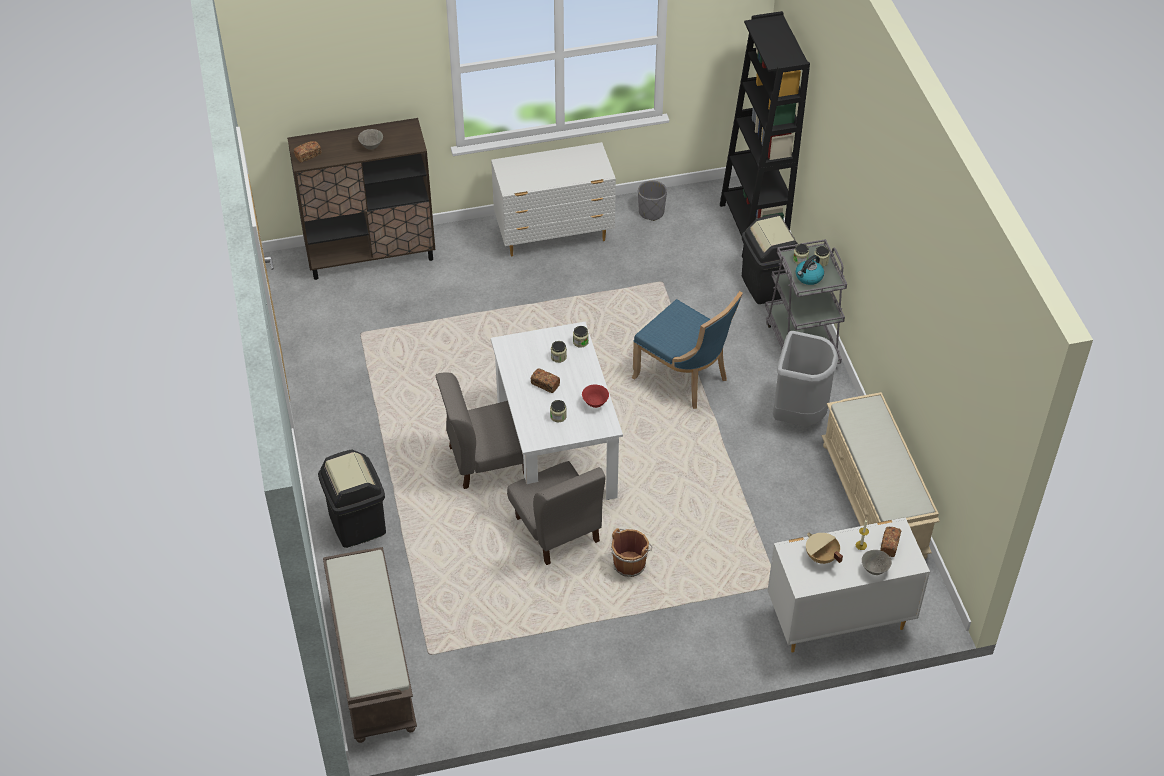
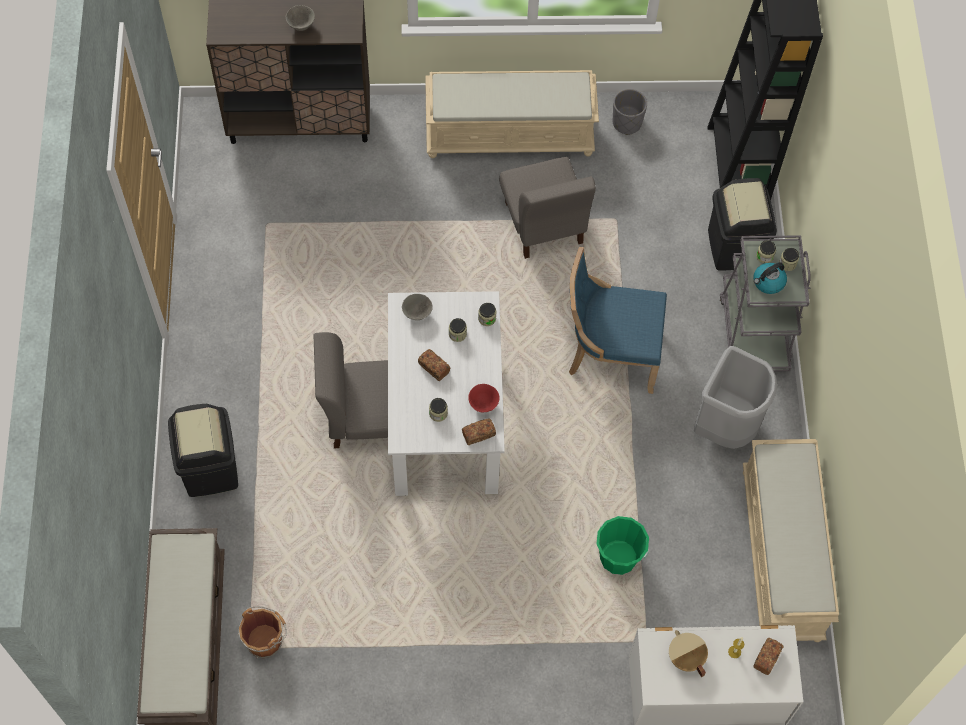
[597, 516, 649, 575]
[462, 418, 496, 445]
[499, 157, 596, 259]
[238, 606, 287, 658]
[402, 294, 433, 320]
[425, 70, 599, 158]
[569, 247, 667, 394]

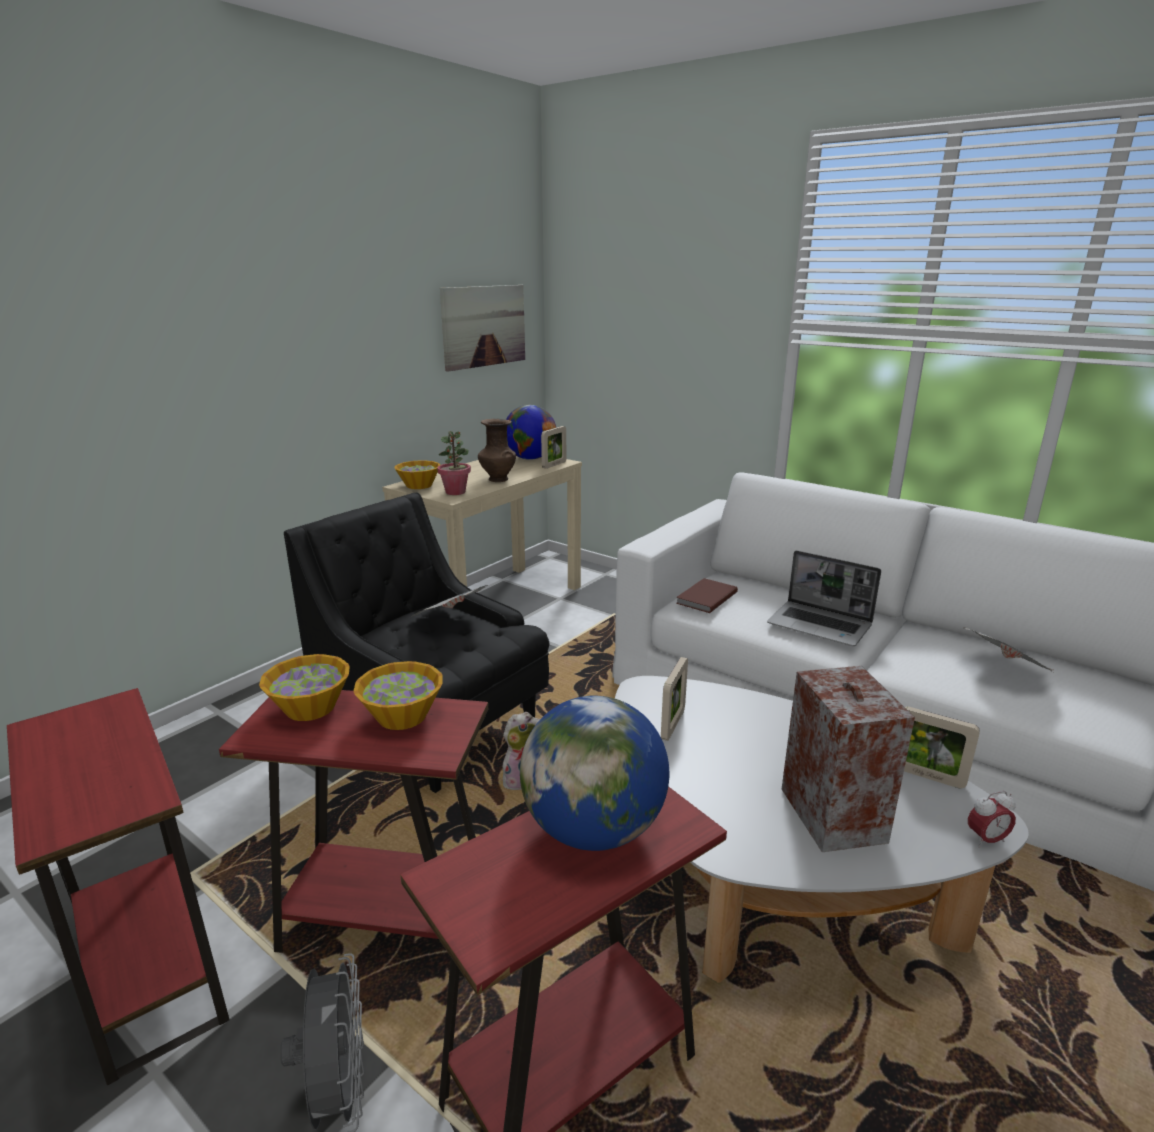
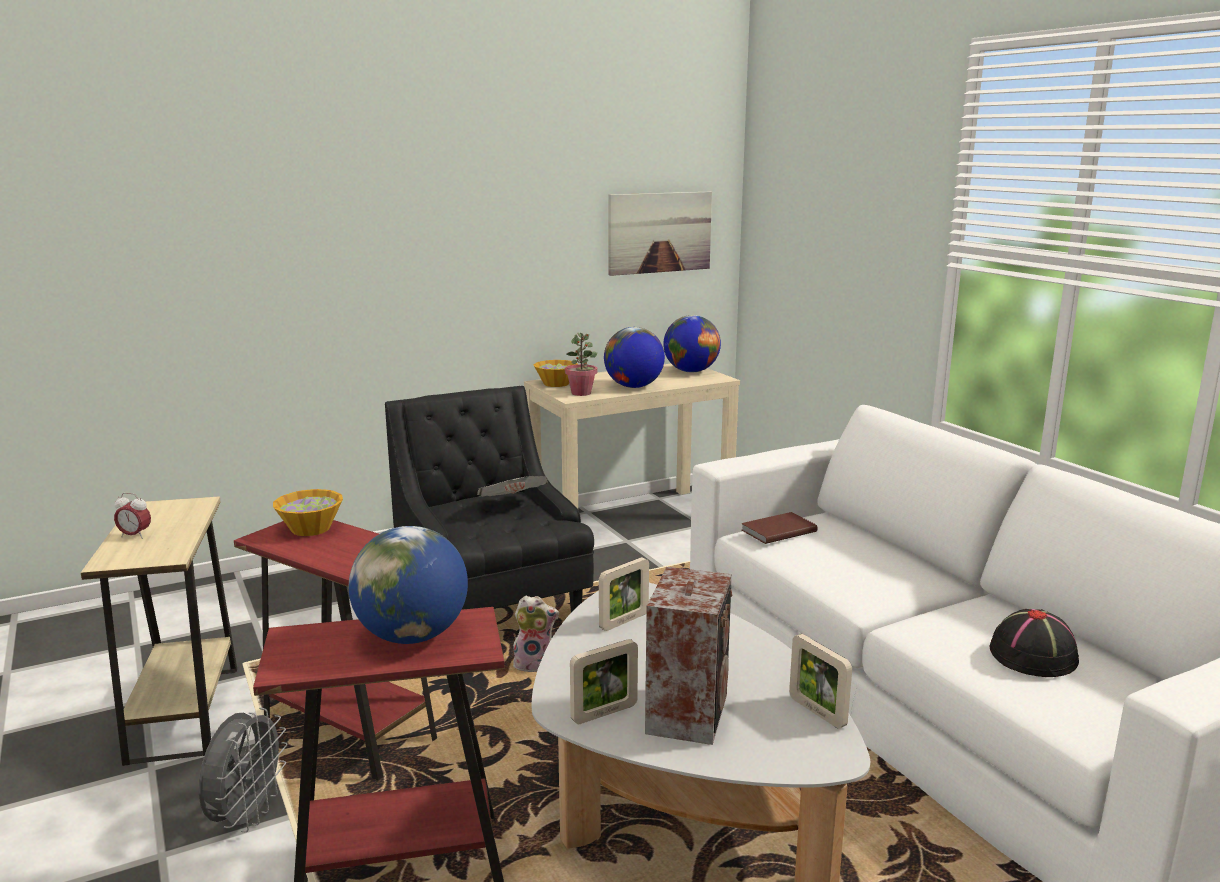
[354, 661, 443, 730] (first image)
[767, 550, 881, 646] (first image)
[570, 639, 638, 724]
[114, 493, 151, 539]
[604, 327, 665, 388]
[989, 609, 1079, 677]
[81, 497, 237, 766]

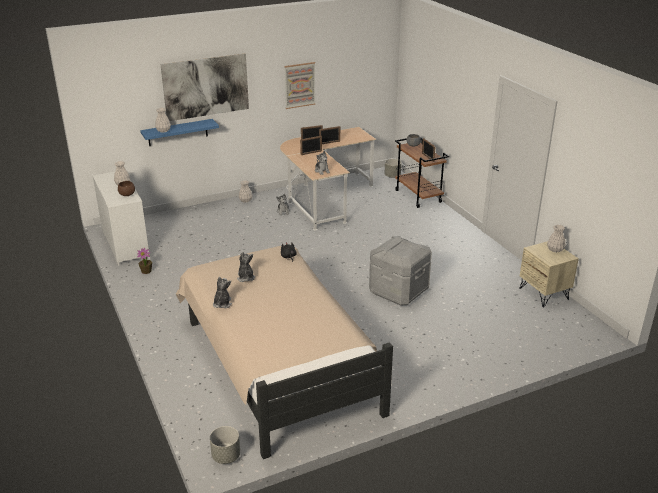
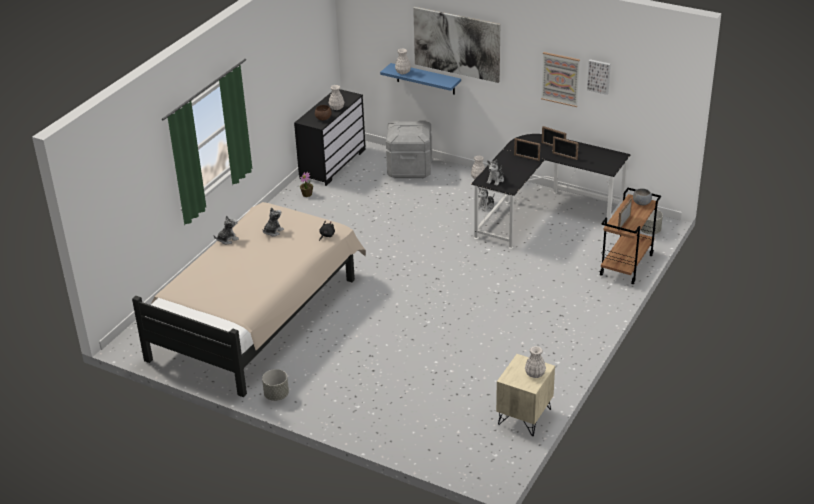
[587, 59, 611, 95]
[262, 369, 289, 401]
[386, 121, 432, 178]
[294, 89, 365, 186]
[471, 134, 631, 249]

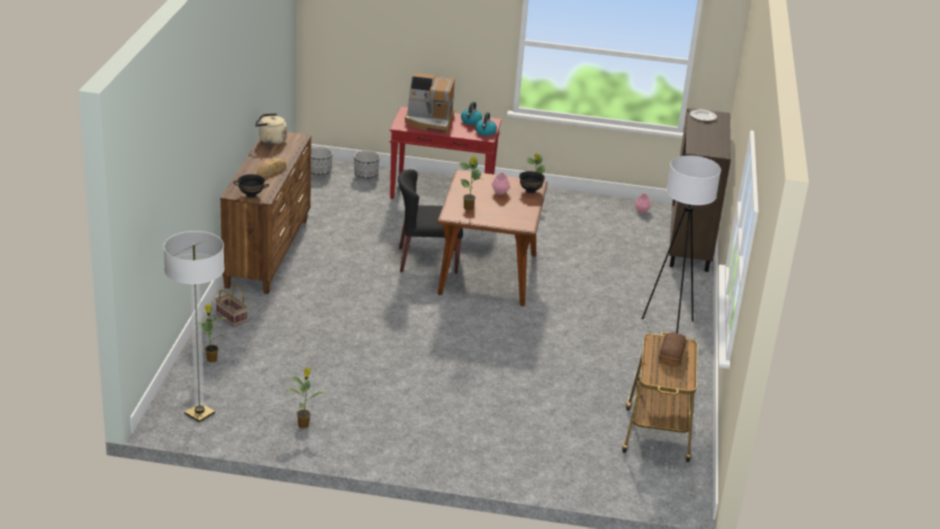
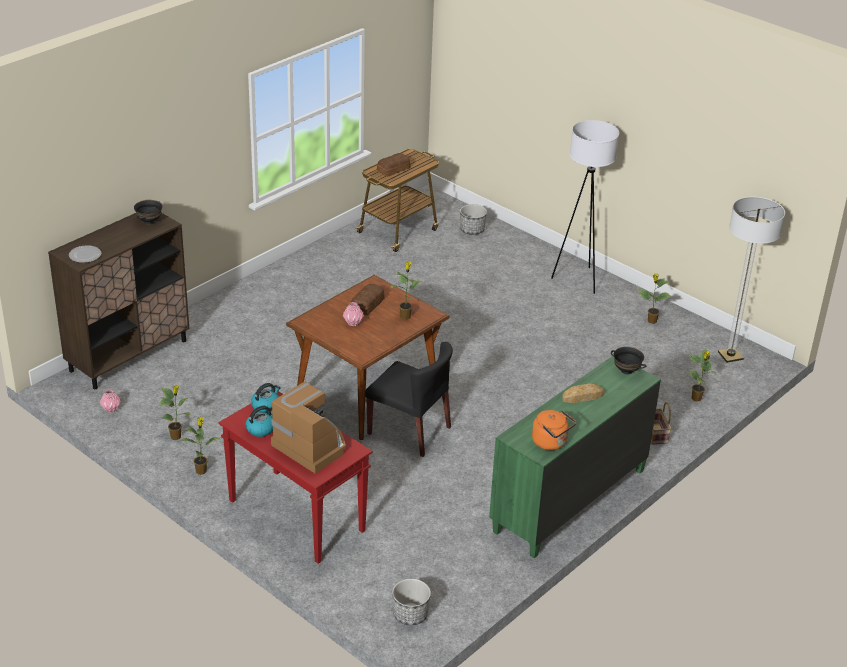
[159, 385, 190, 440]
[351, 284, 384, 315]
[460, 204, 487, 235]
[134, 200, 162, 225]
[551, 120, 619, 294]
[489, 356, 661, 558]
[532, 410, 576, 450]

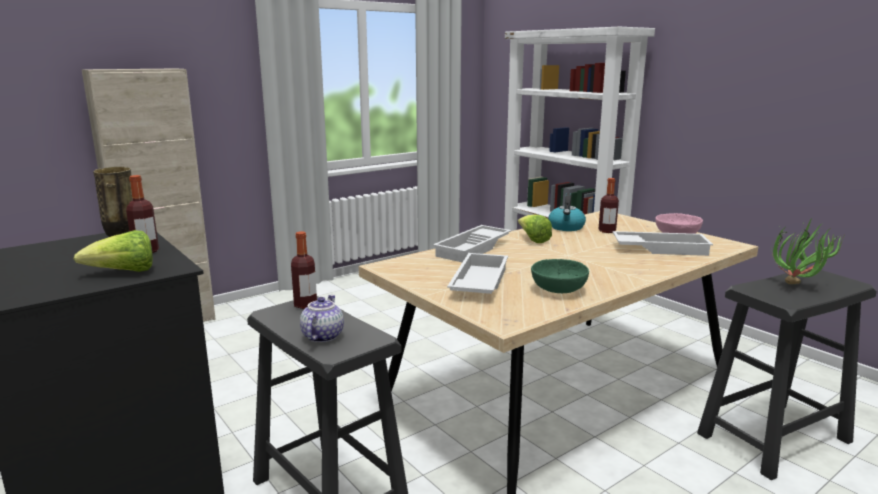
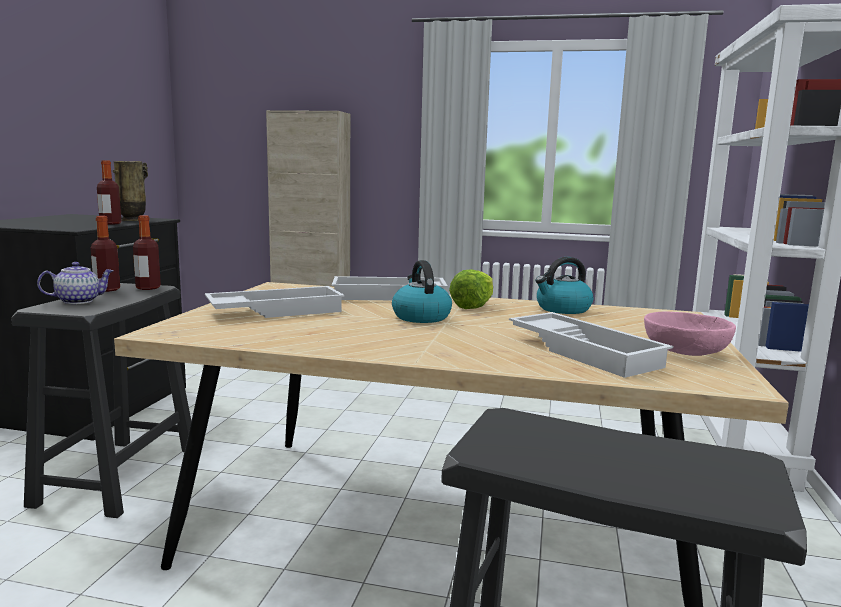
[74, 230, 153, 272] (first image)
[531, 259, 589, 293] (first image)
[772, 217, 843, 284] (first image)
[392, 260, 452, 323]
[91, 216, 120, 292]

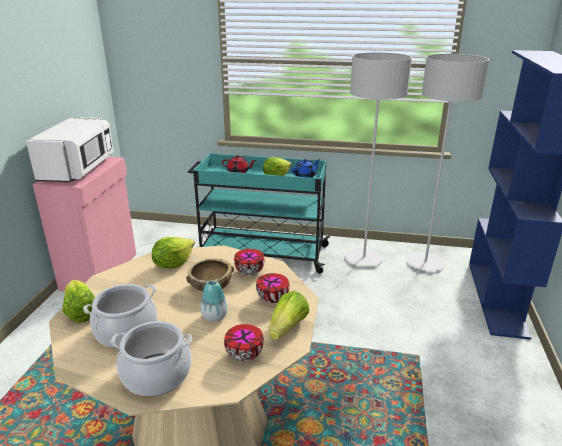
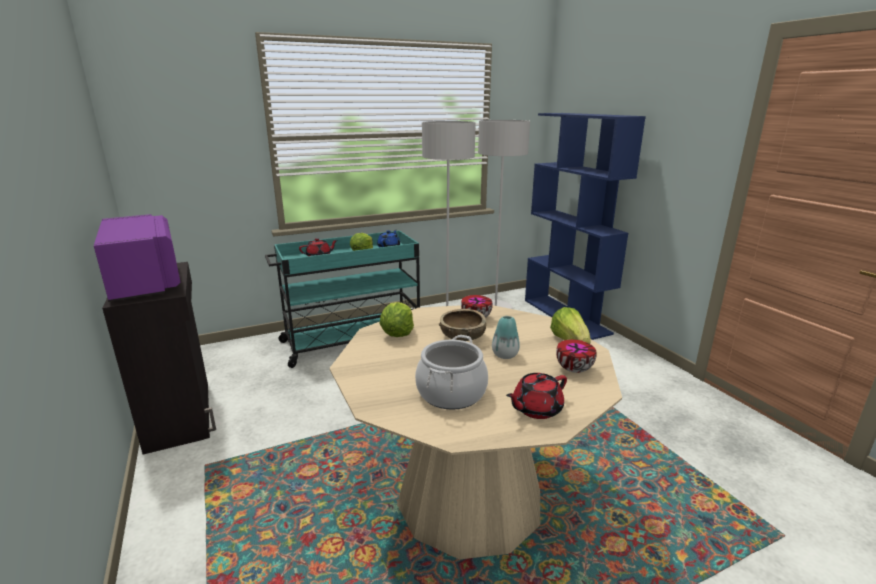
[63, 280, 95, 323] (first image)
[256, 273, 289, 303] (first image)
[506, 373, 567, 419]
[94, 214, 180, 302]
[102, 262, 216, 455]

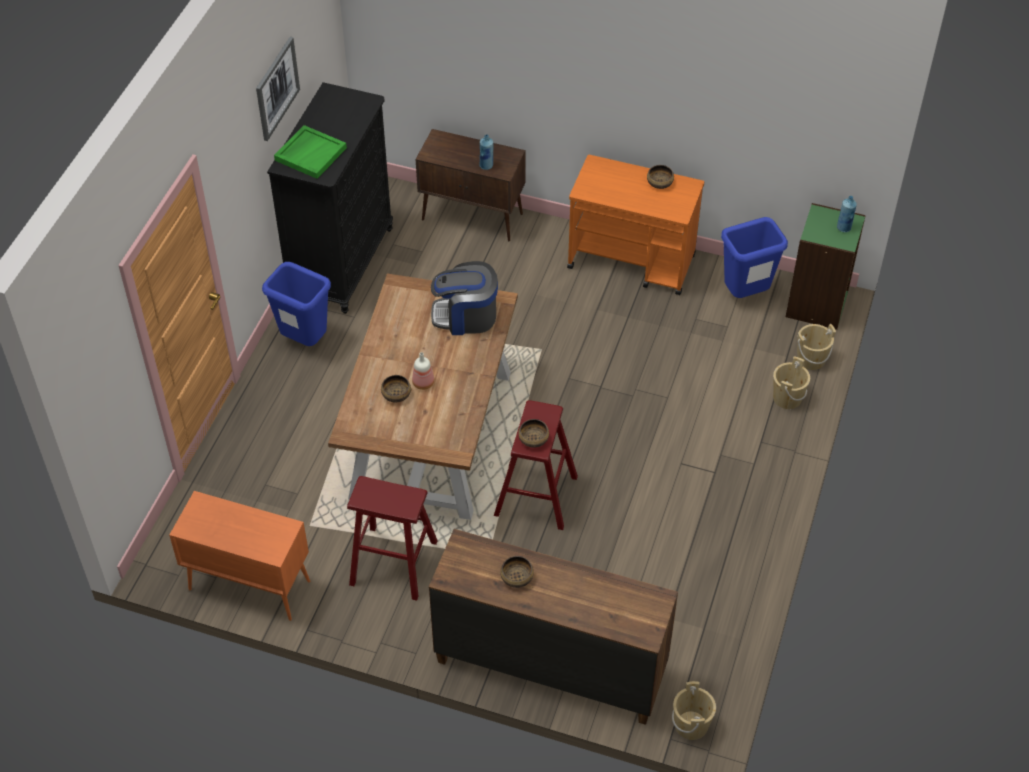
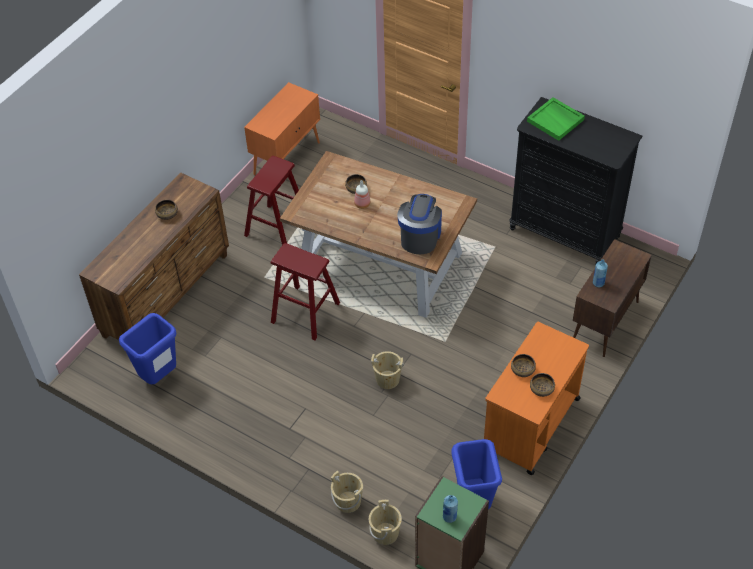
[256, 37, 300, 141] (first image)
[119, 313, 176, 384]
[511, 354, 536, 377]
[371, 351, 404, 389]

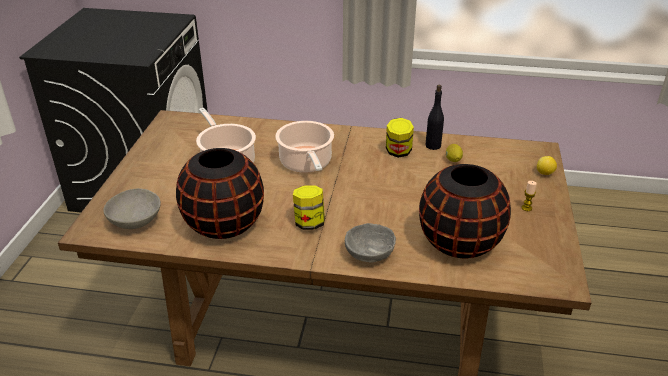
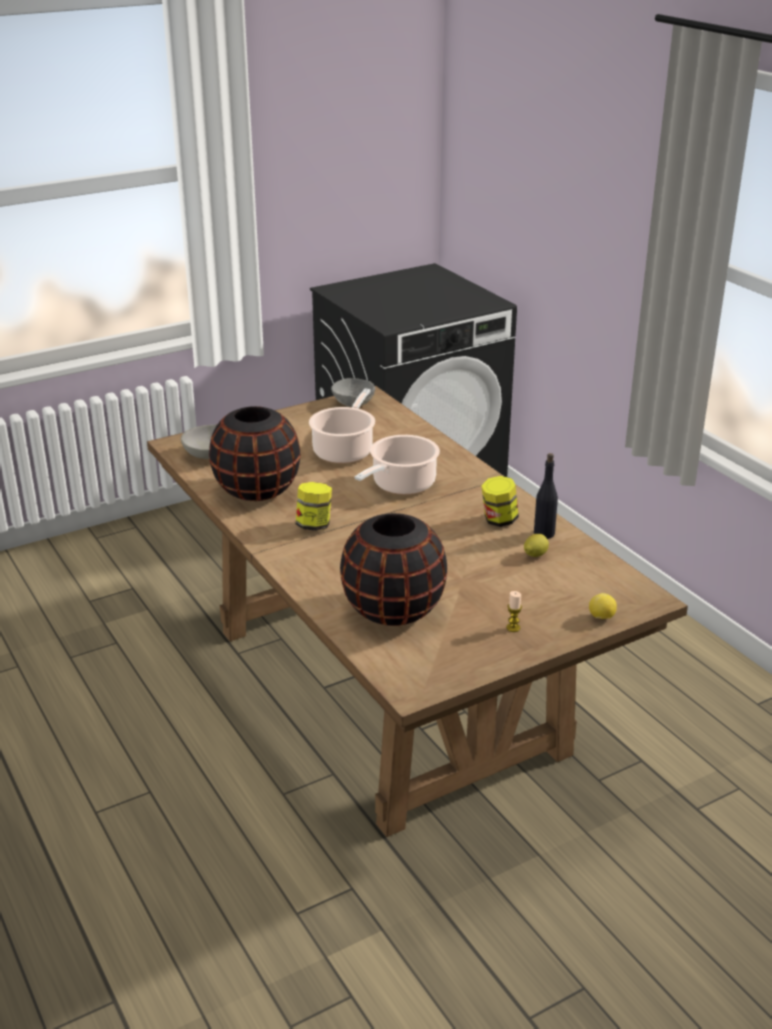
[331, 378, 375, 407]

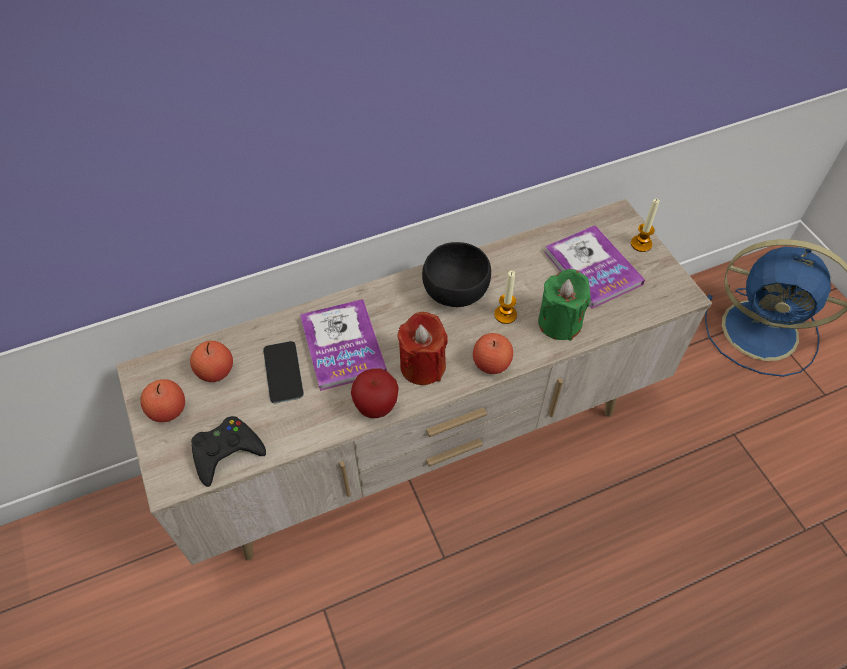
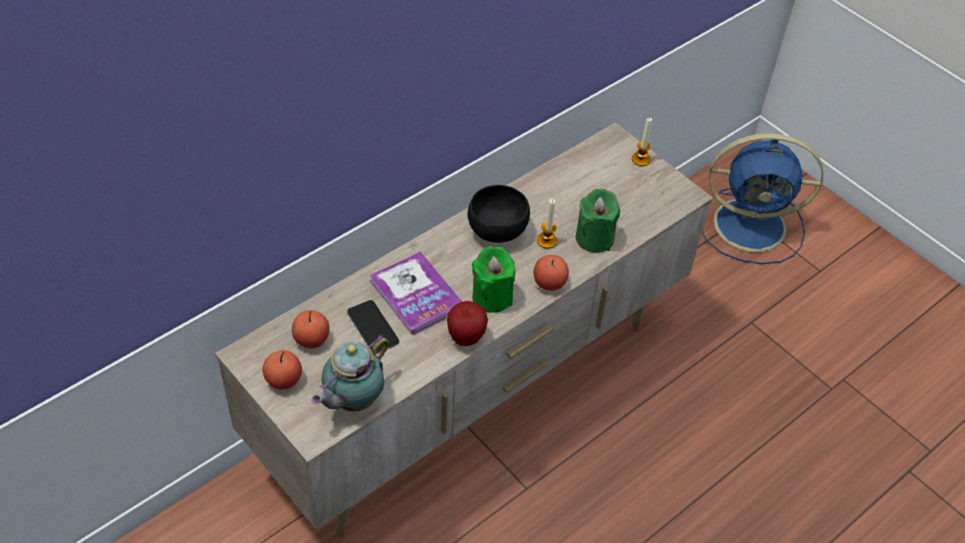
[544, 225, 645, 309] (first image)
[311, 334, 389, 412]
[472, 246, 515, 313]

